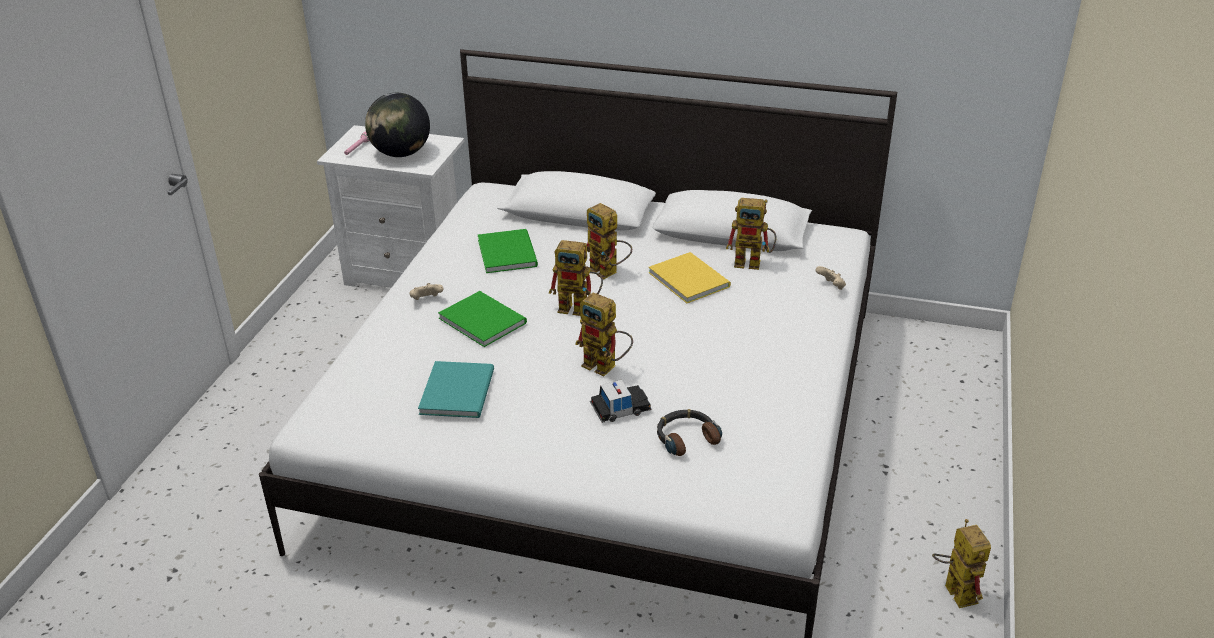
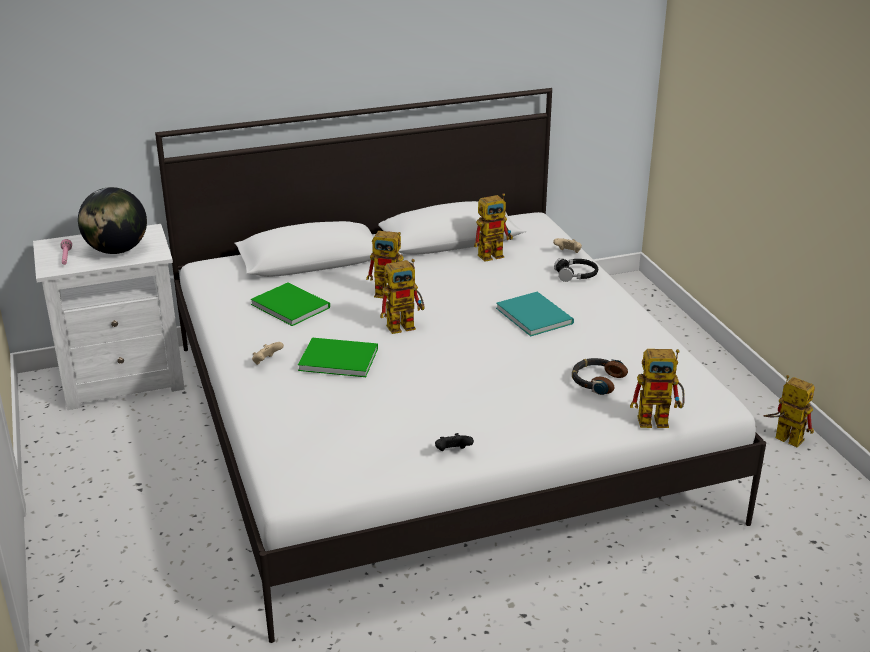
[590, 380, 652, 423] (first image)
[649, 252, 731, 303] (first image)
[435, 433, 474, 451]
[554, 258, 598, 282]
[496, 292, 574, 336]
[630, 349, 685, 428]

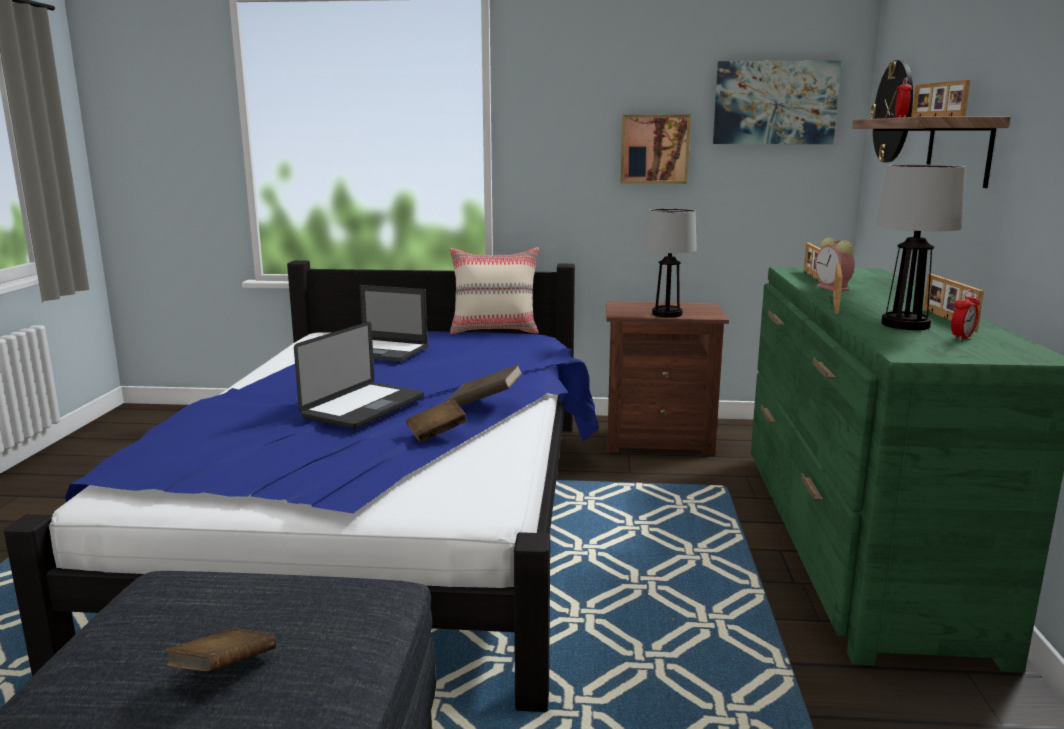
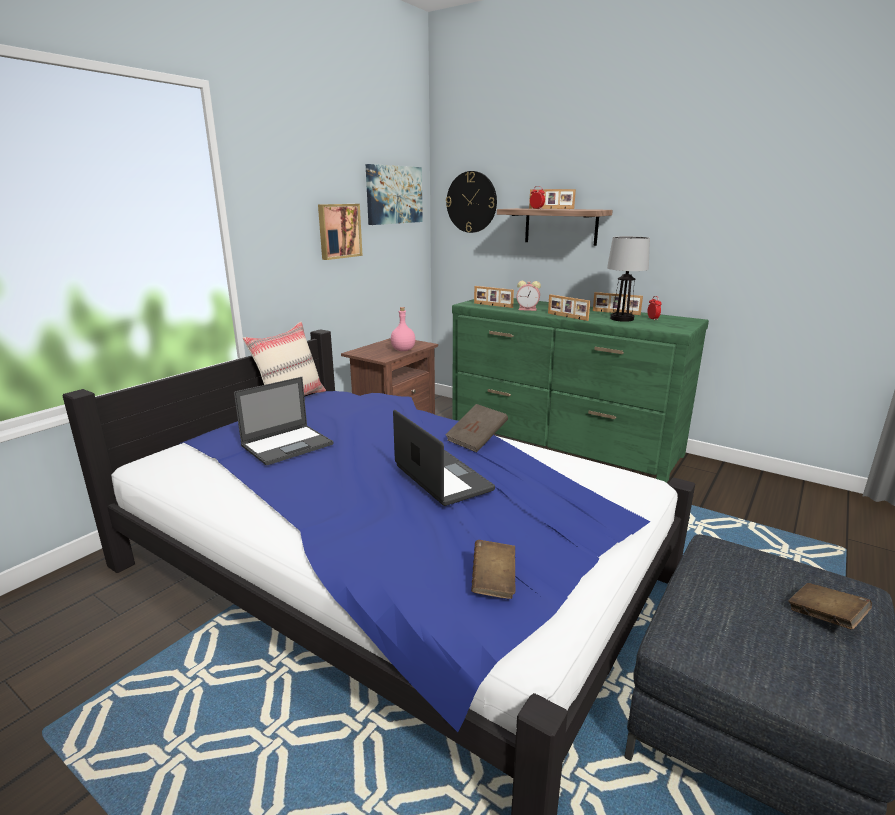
[471, 540, 515, 599]
[391, 307, 415, 351]

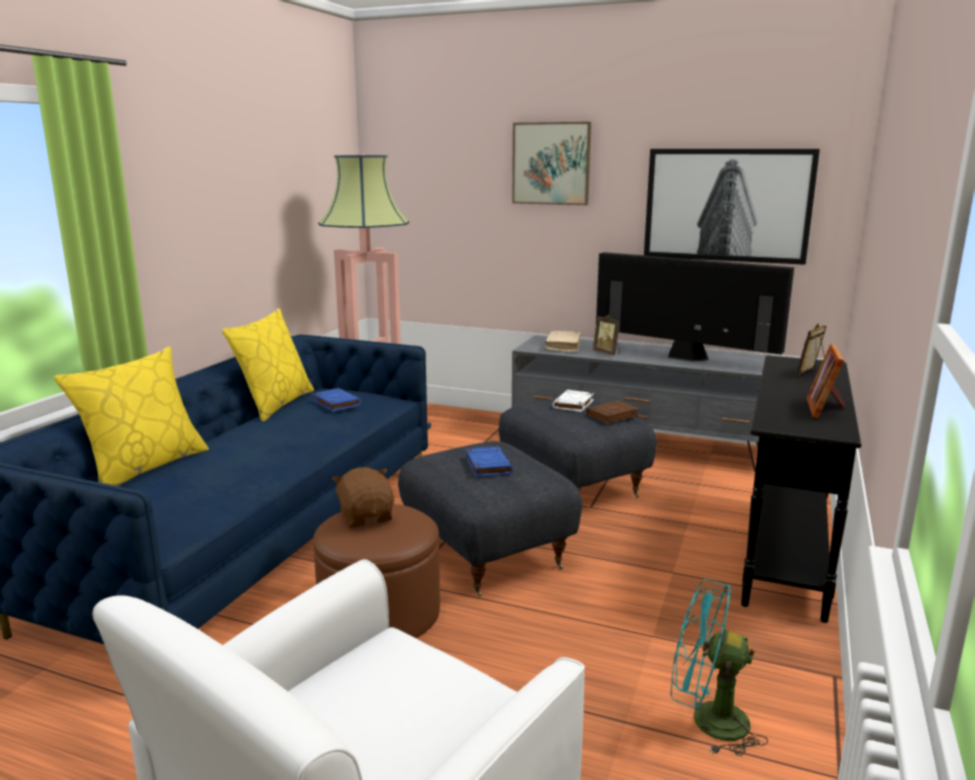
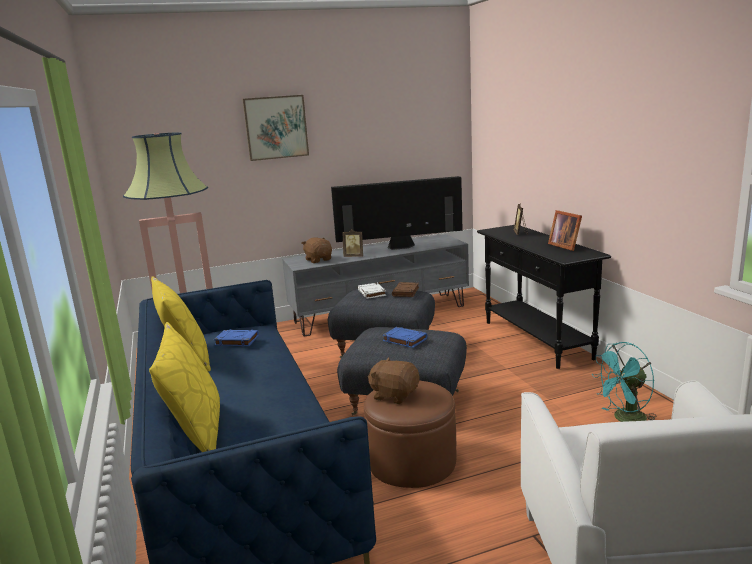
[644, 149, 820, 265] (first image)
[302, 237, 332, 263]

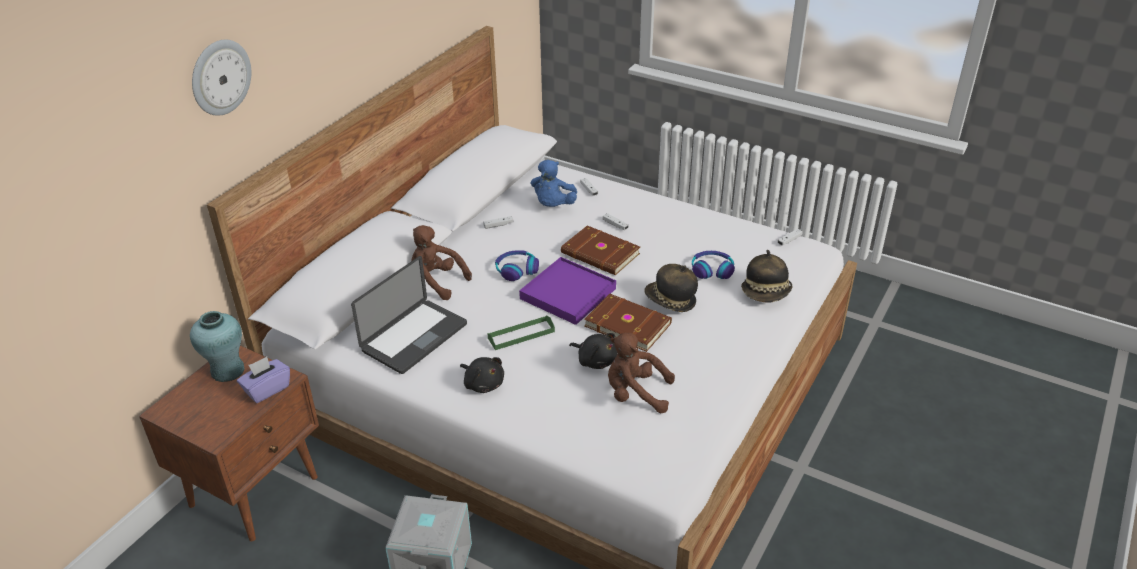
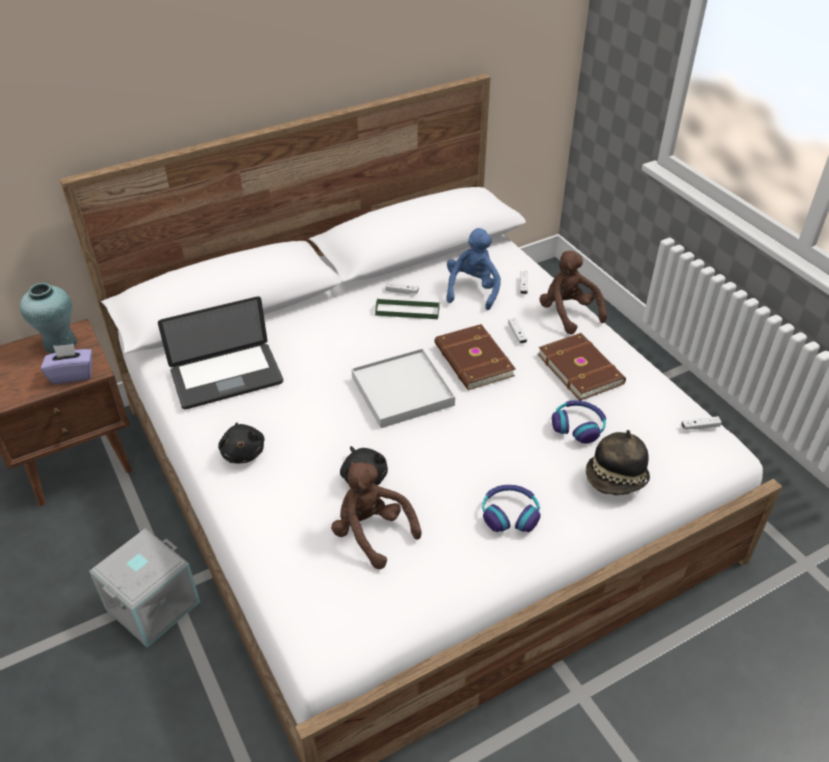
[192, 40, 251, 116] (first image)
[644, 264, 698, 312] (first image)
[539, 251, 607, 334]
[375, 299, 440, 319]
[482, 485, 541, 532]
[537, 333, 626, 401]
[351, 348, 455, 428]
[446, 228, 501, 310]

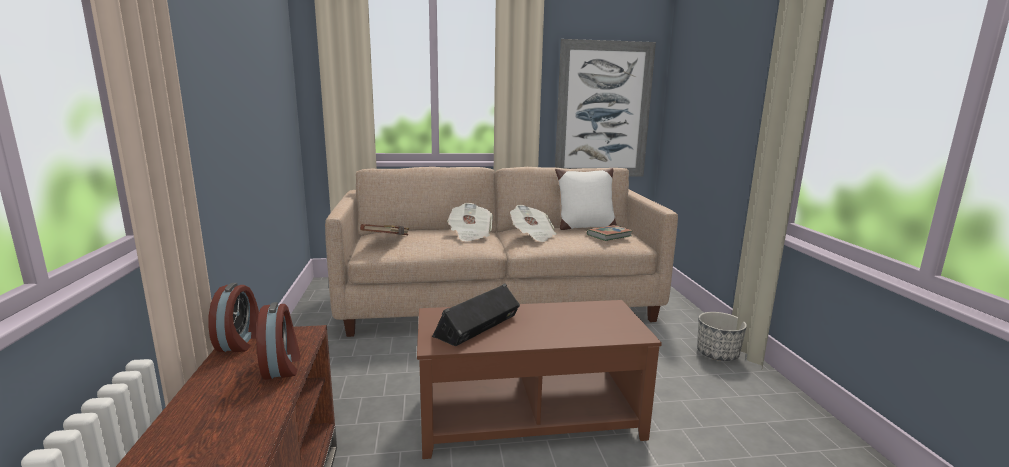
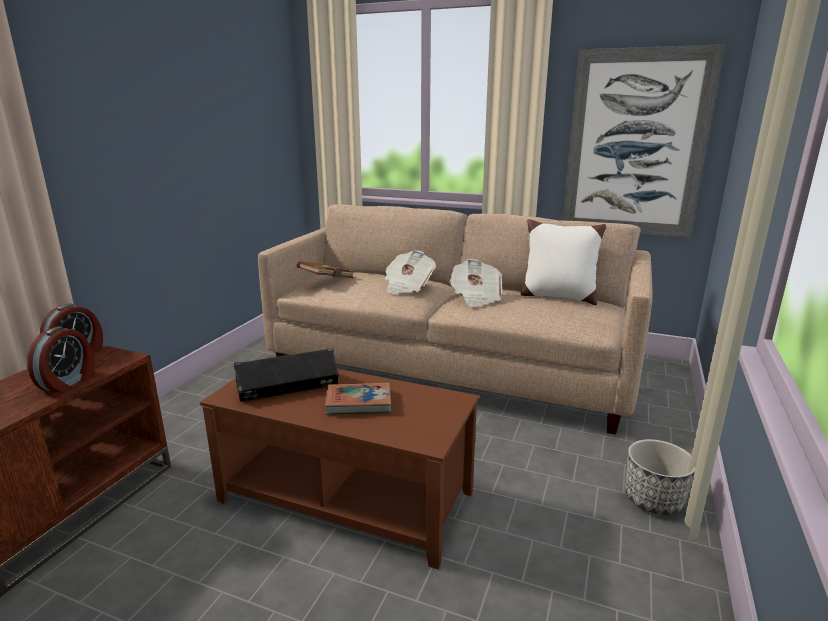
[325, 383, 391, 415]

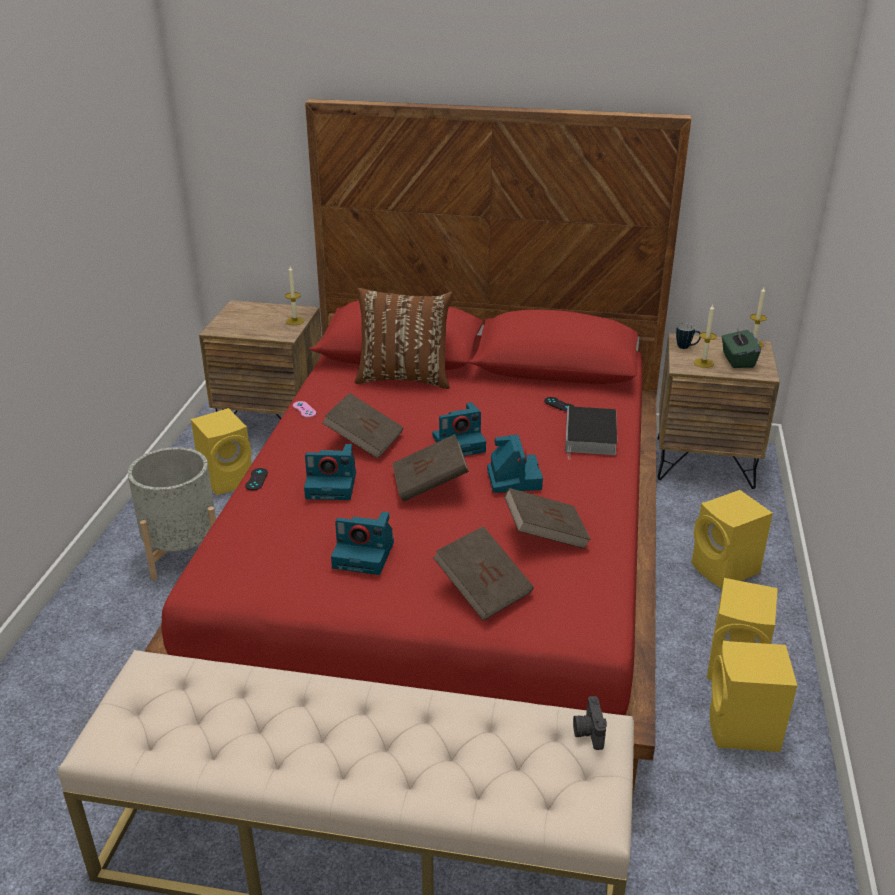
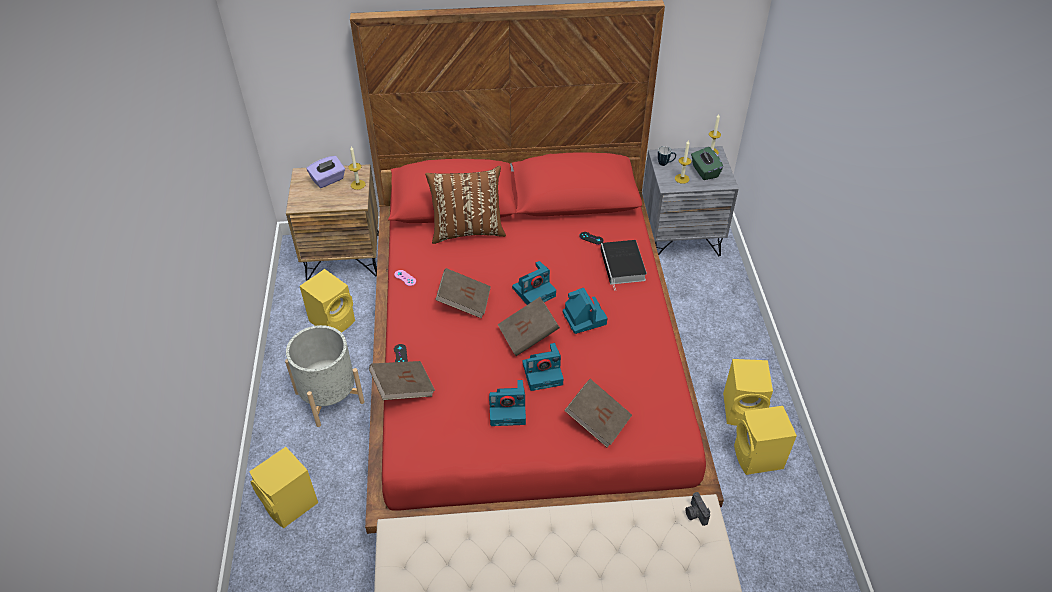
[307, 156, 345, 188]
[523, 343, 564, 391]
[369, 361, 435, 400]
[249, 447, 318, 528]
[643, 146, 739, 256]

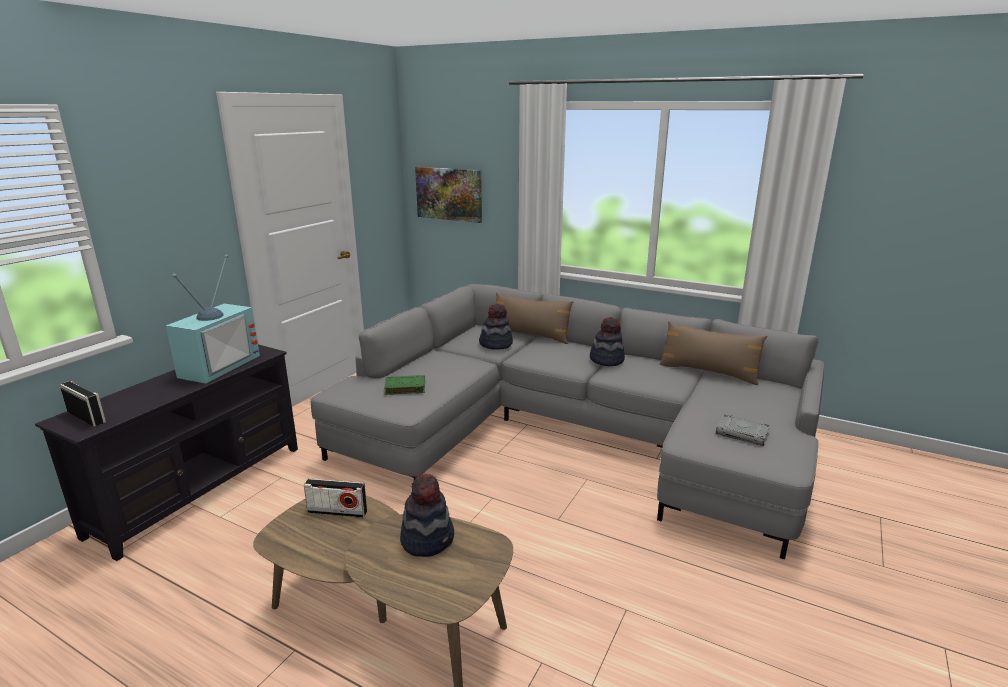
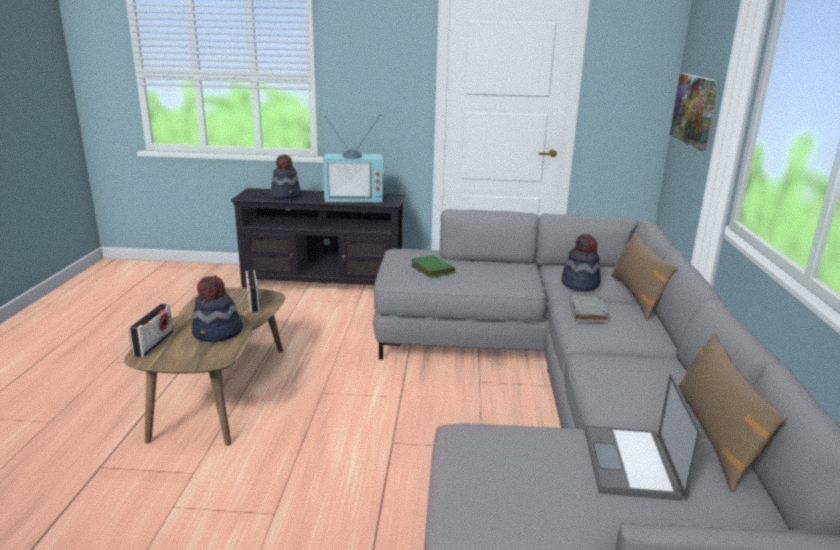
[584, 374, 702, 501]
[129, 304, 173, 357]
[271, 154, 301, 199]
[569, 295, 609, 323]

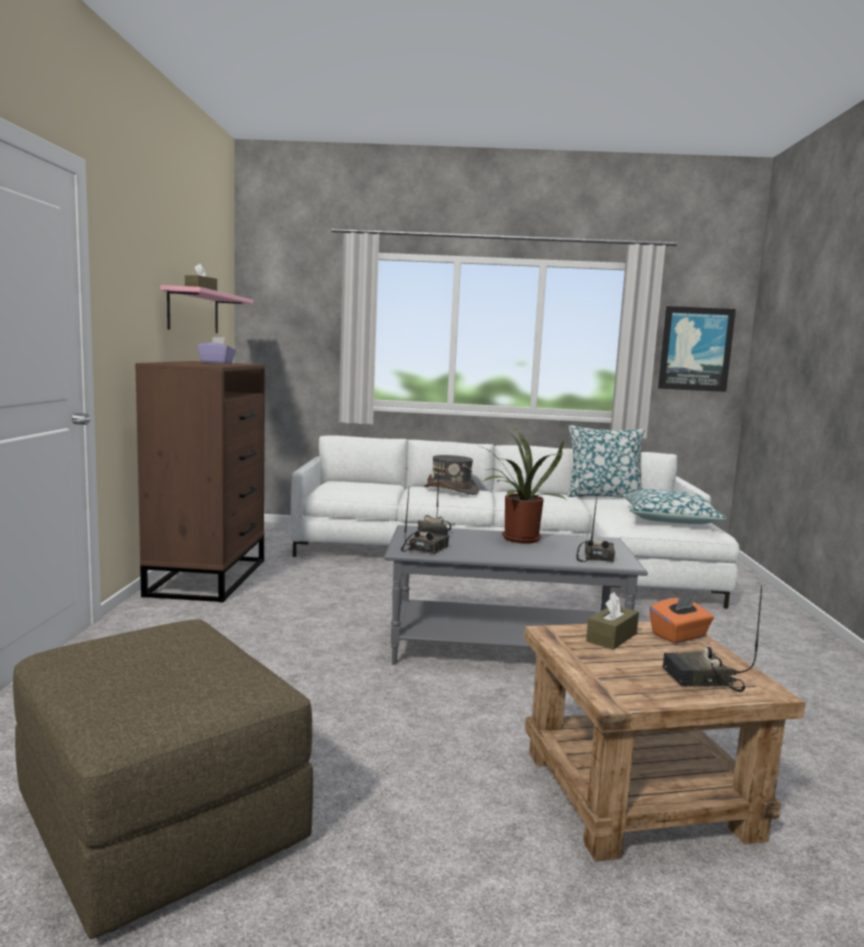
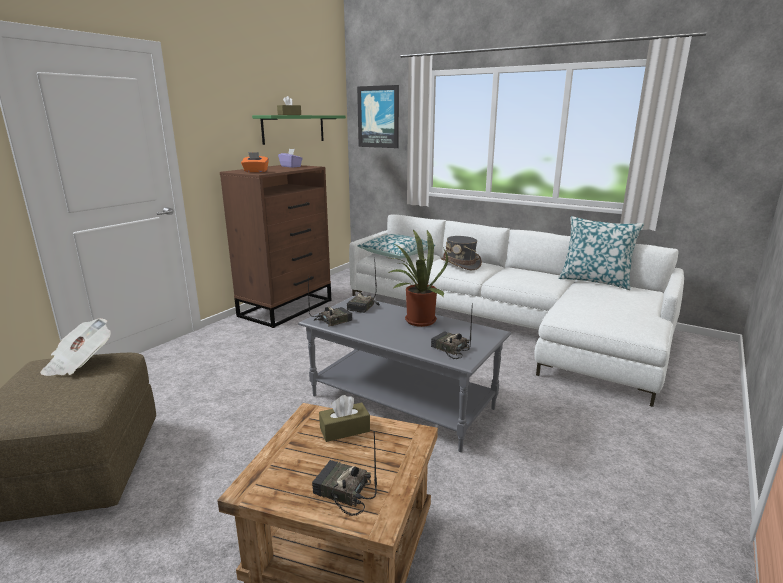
[40, 318, 111, 376]
[357, 234, 436, 259]
[241, 152, 269, 172]
[357, 85, 399, 148]
[252, 115, 346, 145]
[431, 303, 473, 359]

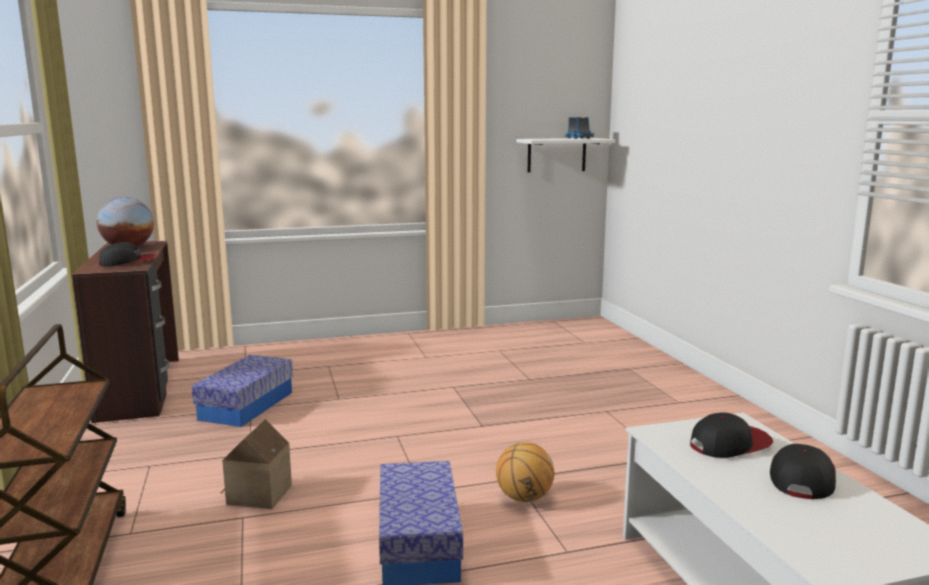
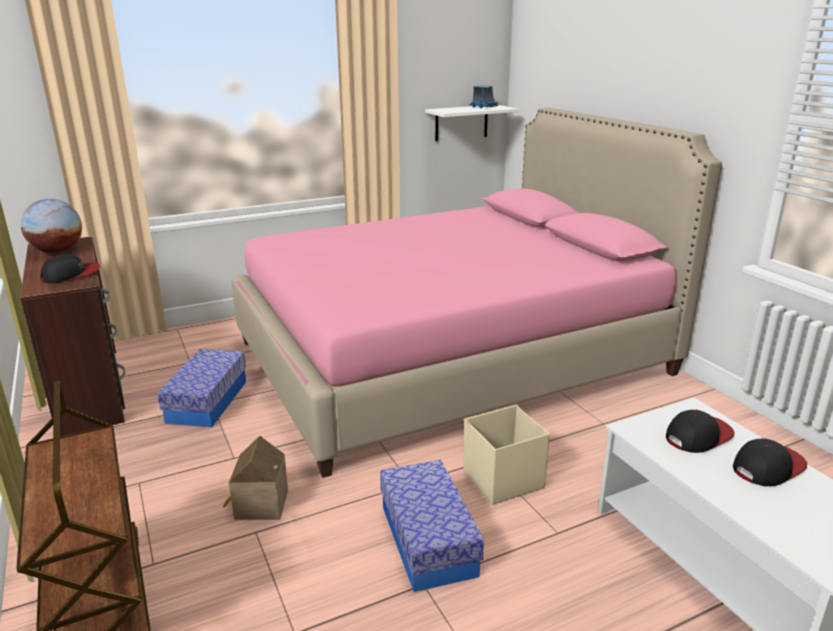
[231, 107, 722, 478]
[463, 405, 550, 505]
[733, 439, 807, 486]

